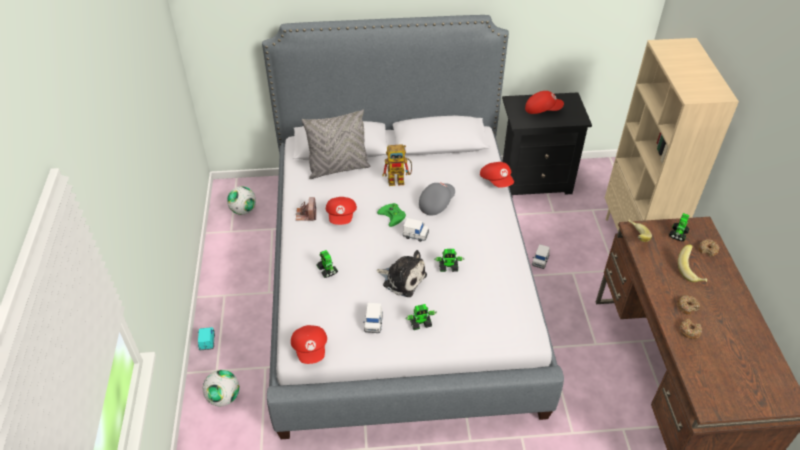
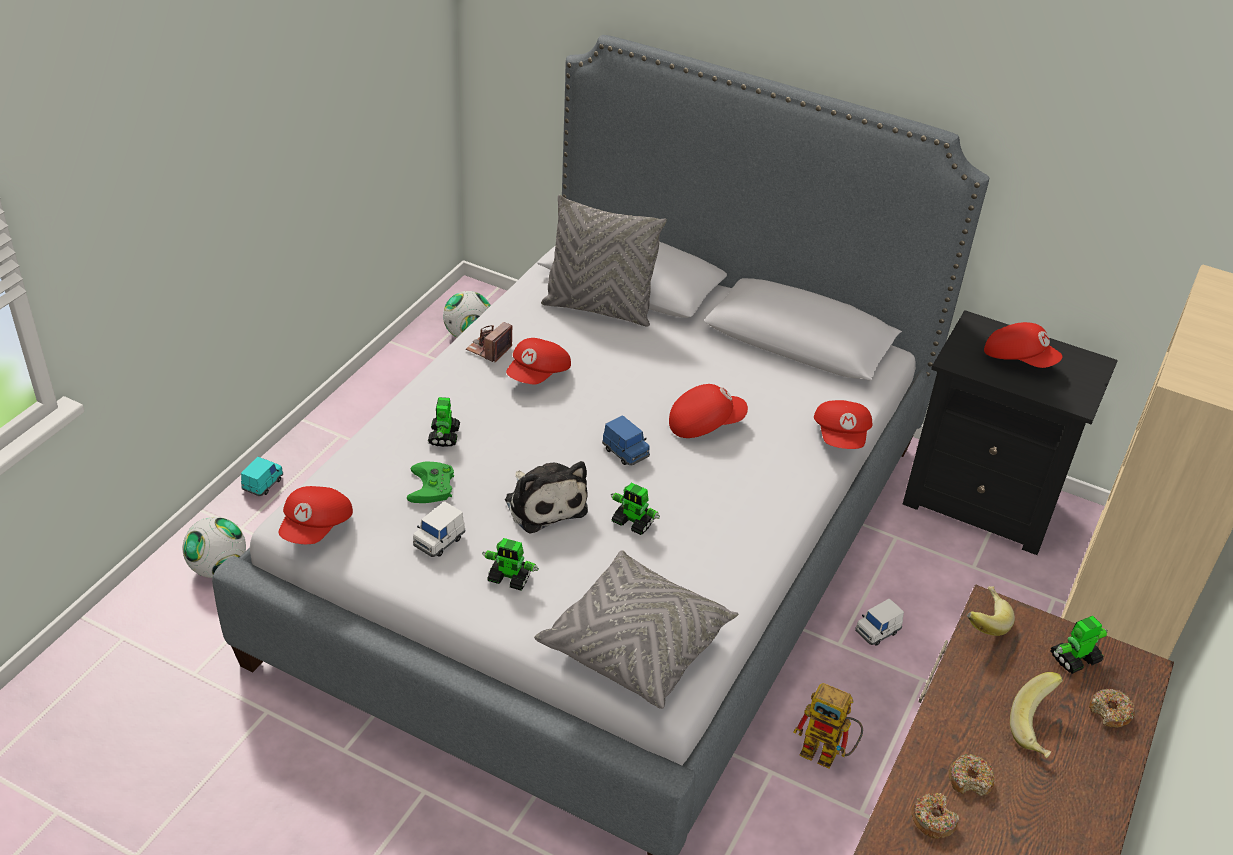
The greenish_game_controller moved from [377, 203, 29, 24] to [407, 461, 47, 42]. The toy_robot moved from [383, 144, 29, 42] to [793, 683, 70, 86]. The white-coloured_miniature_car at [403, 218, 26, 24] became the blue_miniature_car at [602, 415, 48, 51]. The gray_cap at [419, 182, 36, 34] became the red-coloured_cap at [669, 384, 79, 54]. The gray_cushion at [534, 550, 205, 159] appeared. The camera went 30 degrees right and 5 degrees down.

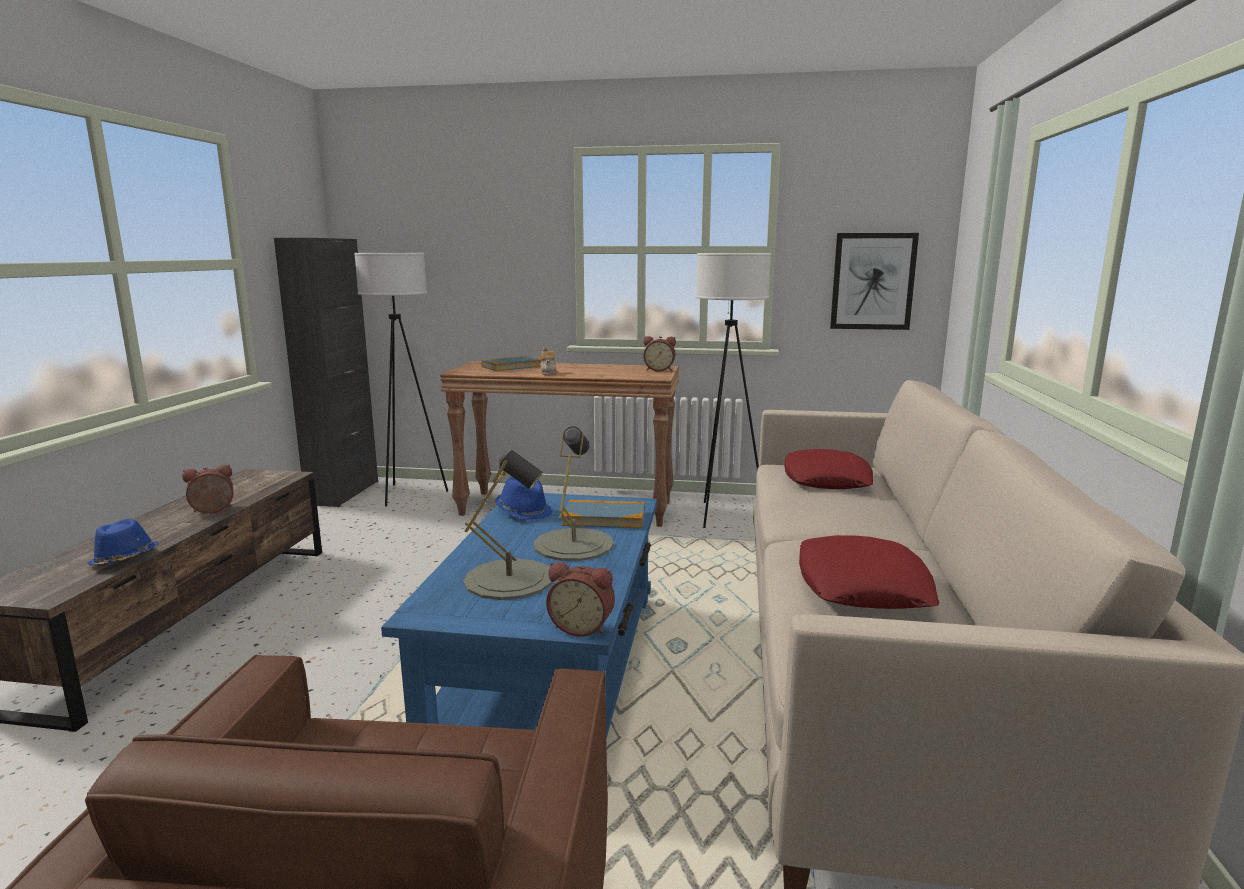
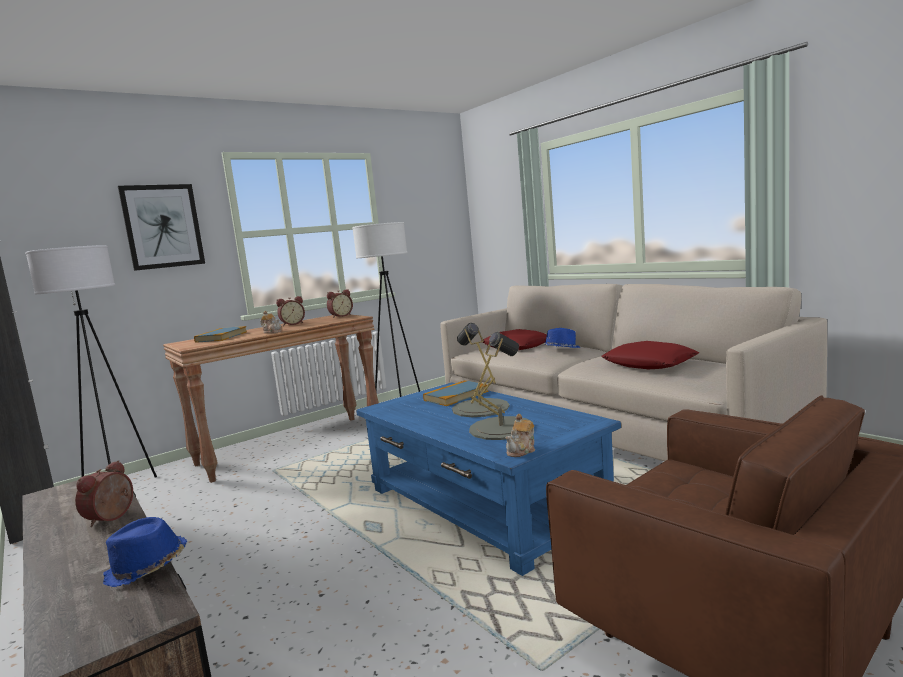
The blue_hat moved from [496, 477, 56, 43] to [543, 328, 37, 20]. The bedside_clock moved from [546, 562, 69, 75] to [276, 296, 29, 30]. The wall_art moved from [830, 233, 89, 97] to [118, 184, 87, 87]. The teapot at [505, 414, 30, 43] appeared. The camera went 45 degrees left and 5 degrees down.

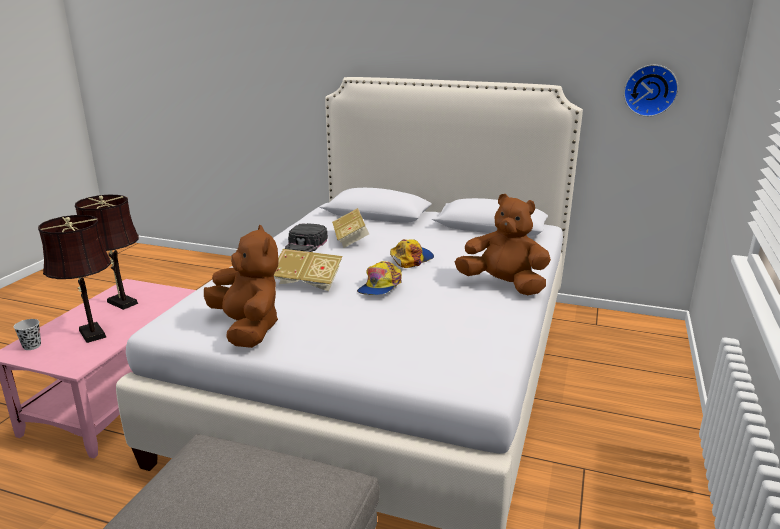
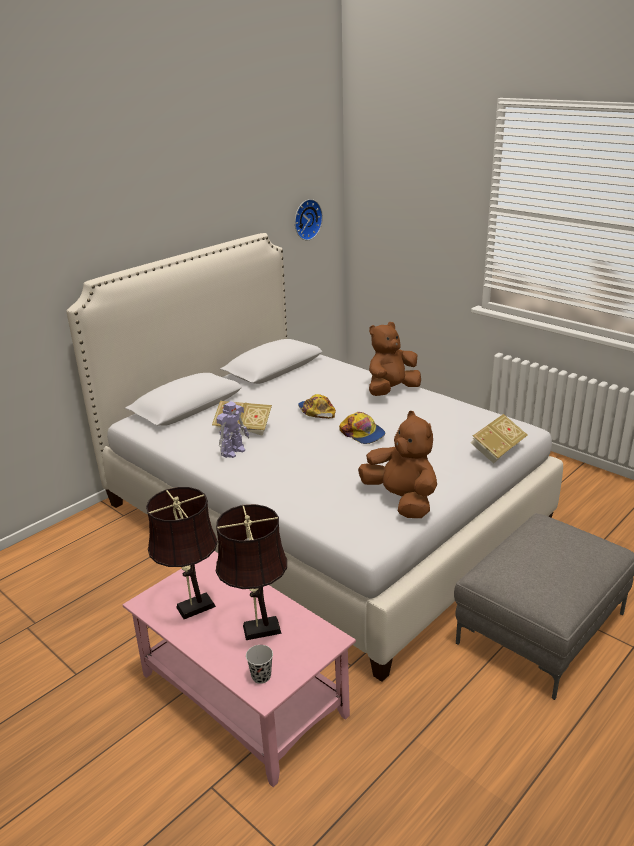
The brown-coloured_plush_toy at [204, 225, 75, 123] turned 60 degrees clockwise. The volume moved from [274, 249, 69, 42] to [470, 414, 57, 50]. The blackish_cap at [285, 223, 43, 29] was replaced by the toy_robot at [216, 401, 33, 57]. The camera went 65 degrees left and 5 degrees up.

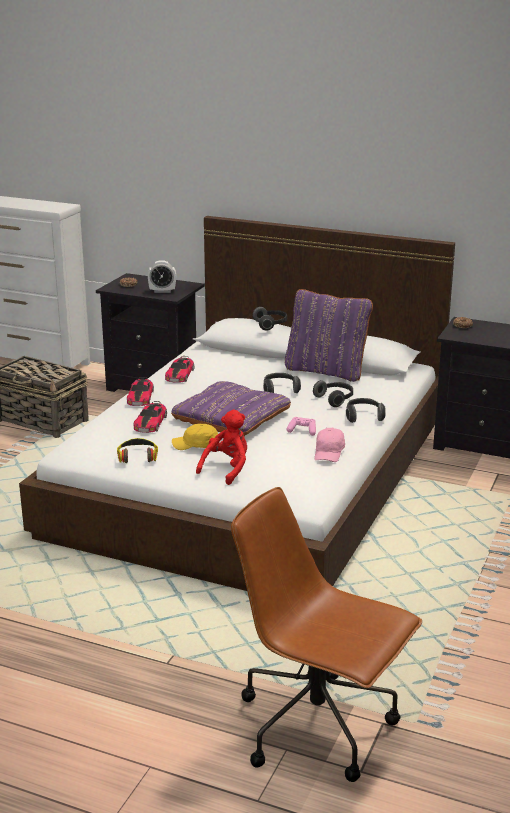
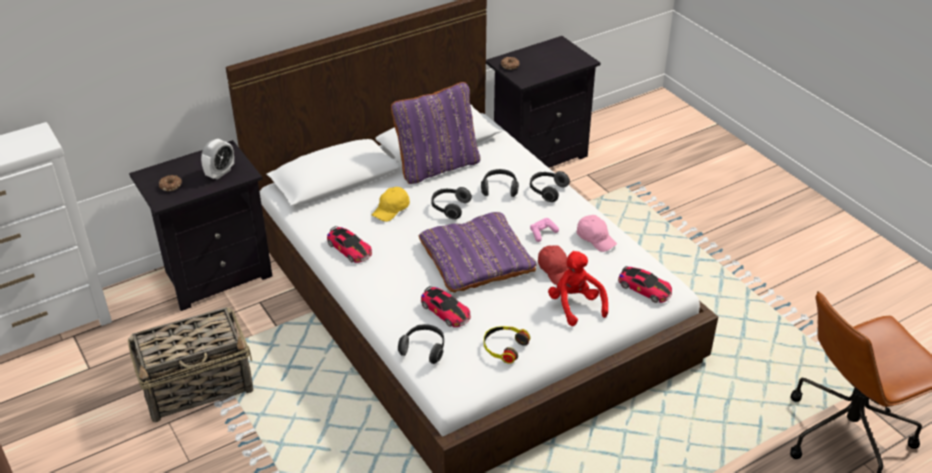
The miniature_car moved from [127, 377, 27, 29] to [618, 266, 54, 37]. The yellow-coloured_cap moved from [172, 424, 46, 26] to [372, 187, 38, 35]. The headset moved from [252, 307, 35, 24] to [398, 324, 46, 40]. The red-coloured_cap at [538, 245, 30, 40] appeared. The camera went 55 degrees left and 15 degrees up.

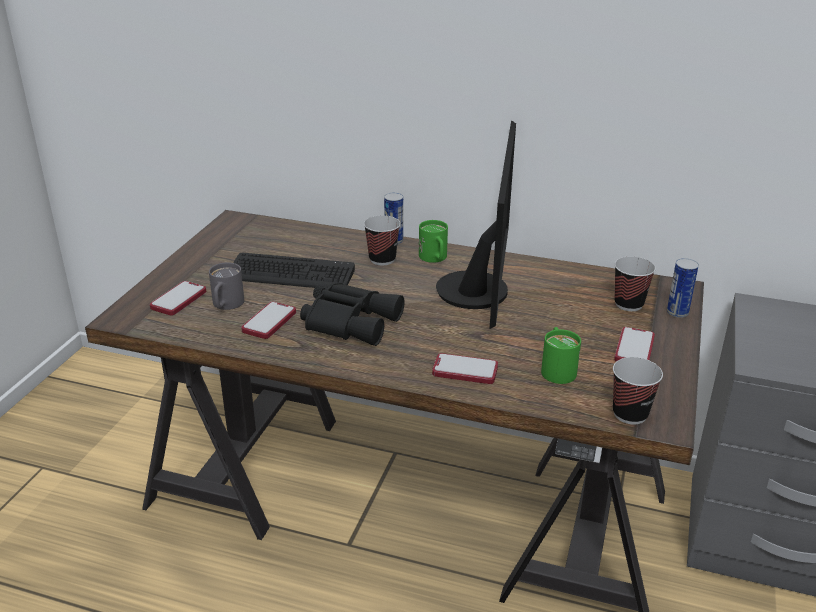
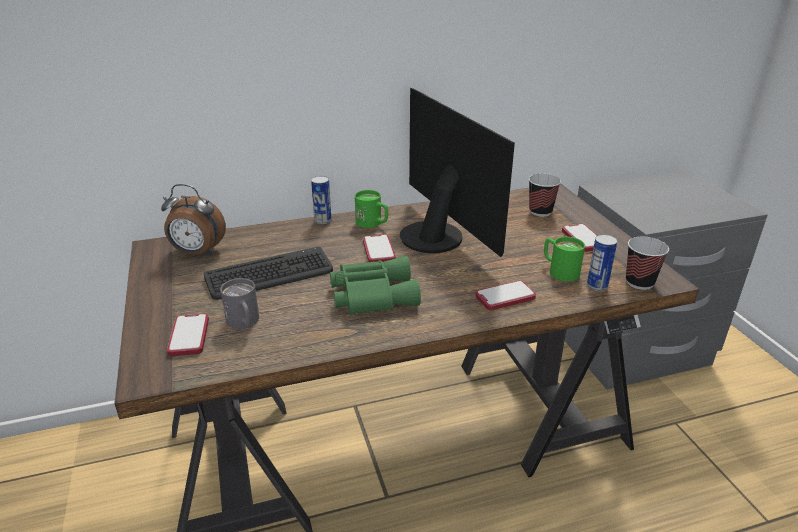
The telephone moved from [241, 302, 55, 37] to [363, 235, 33, 27]. The blackish_pair_of_binoculars at [300, 283, 105, 63] became the greenish_pair_of_binoculars at [330, 256, 91, 59]. The drinking_cup at [364, 215, 37, 50] disappeared. The can moved from [667, 258, 32, 60] to [587, 234, 31, 57]. The bedside_clock at [161, 184, 65, 72] appeared. The camera went 35 degrees left and 0 degrees up.

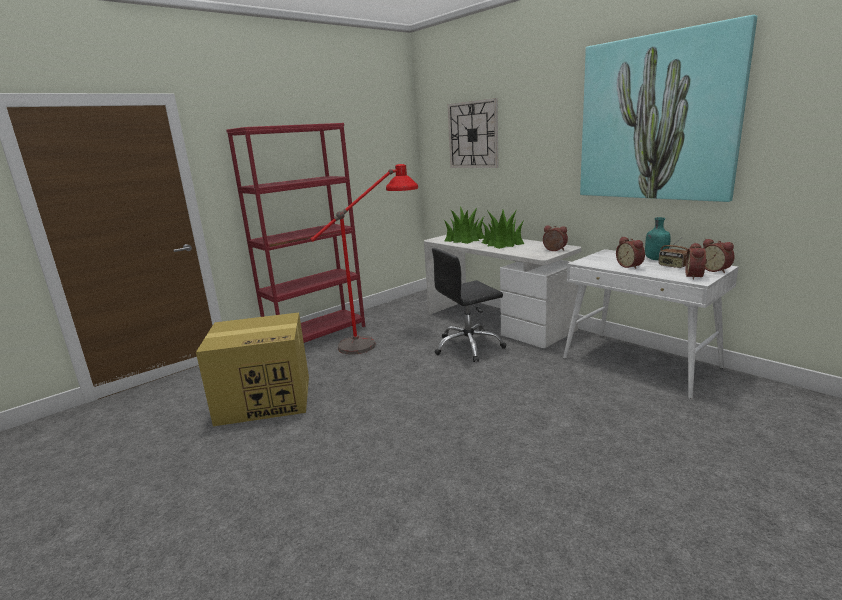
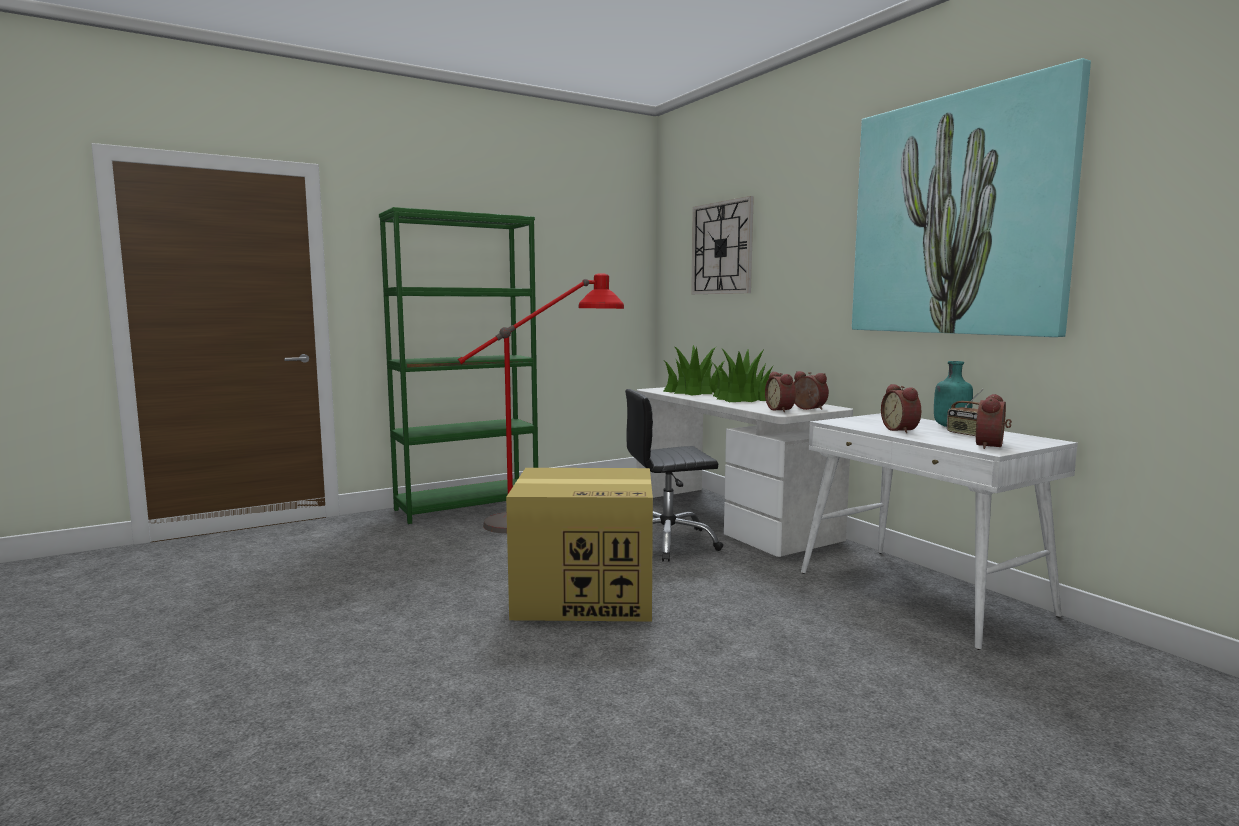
The cardboard_box moved from [196, 312, 113, 114] to [506, 468, 147, 153]. The red-coloured_shelving_unit at [226, 123, 139, 220] became the greenish_shelving_unit at [379, 207, 159, 317]. The bedside_clock moved from [703, 239, 32, 34] to [765, 372, 31, 40]. The camera went 10 degrees right and 10 degrees down.

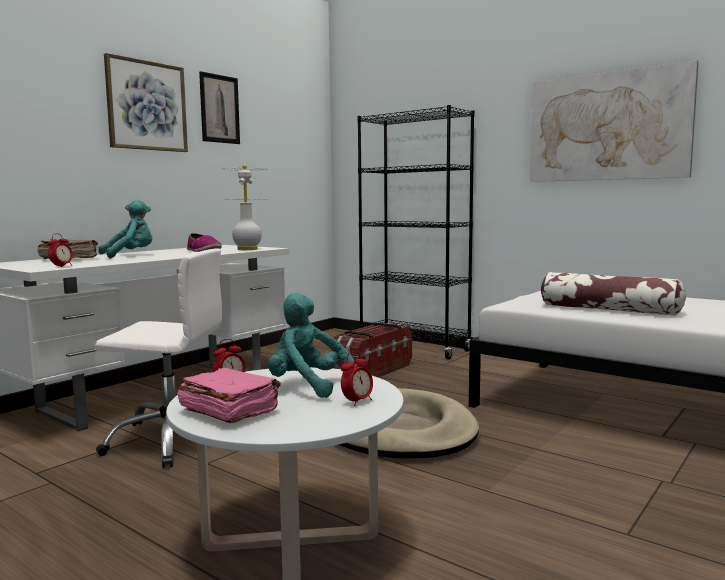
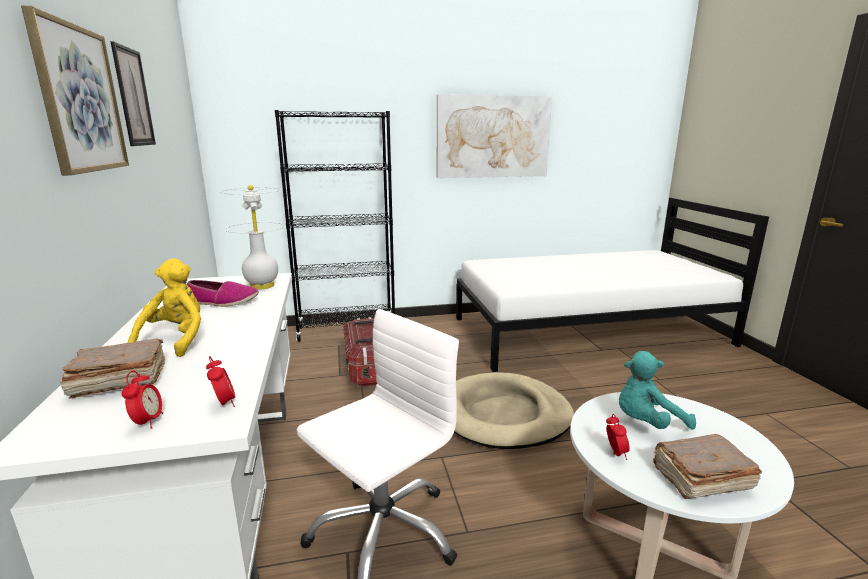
The blue-green_plush_toy at [98, 200, 54, 59] became the yellow-coloured_plush_toy at [128, 258, 73, 99]. The pink_volume at [177, 368, 104, 55] became the brown-coloured_volume at [653, 434, 109, 65]. The bedside_clock moved from [341, 351, 32, 55] to [122, 370, 41, 59]. The cushion at [541, 272, 145, 44] disappeared. The camera went 50 degrees left and 10 degrees up.

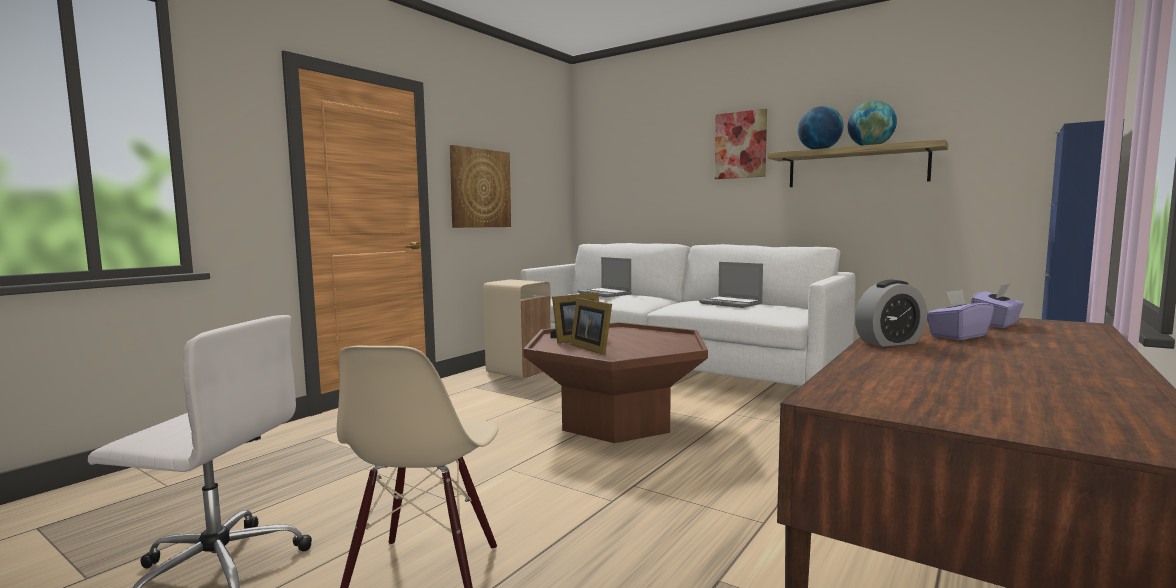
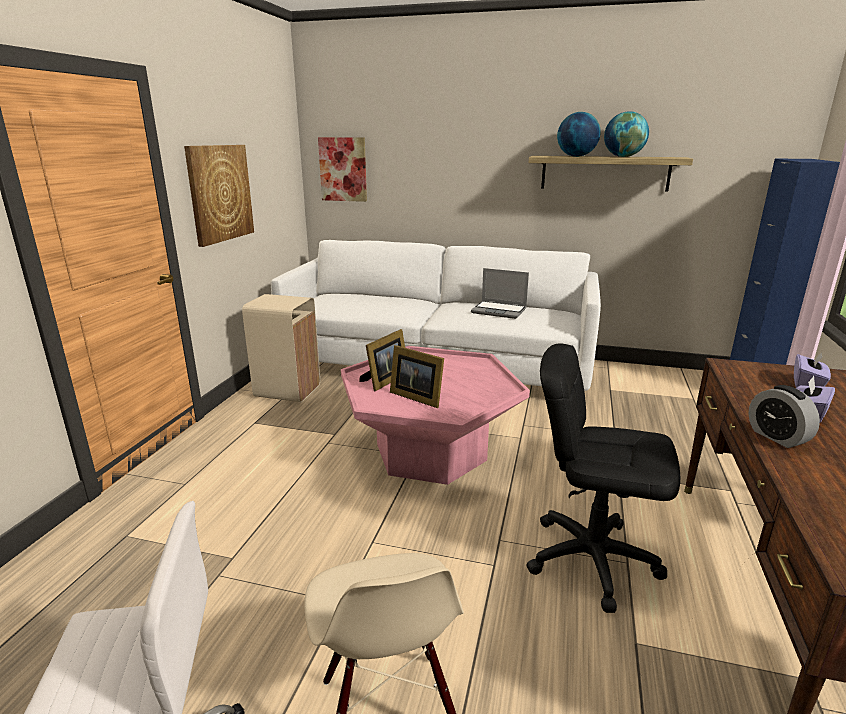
The brown-coloured_lounge_table at [523, 322, 185, 121] became the pink_lounge_table at [341, 346, 189, 139]. The portable_computer at [578, 257, 54, 40] disappeared. The wall_art moved from [715, 109, 52, 70] to [318, 137, 49, 65]. The bedside_clock at [855, 280, 72, 67] turned 105 degrees clockwise. The blackish_computer_chair at [526, 343, 154, 270] appeared. The camera went 20 degrees left and 15 degrees up.

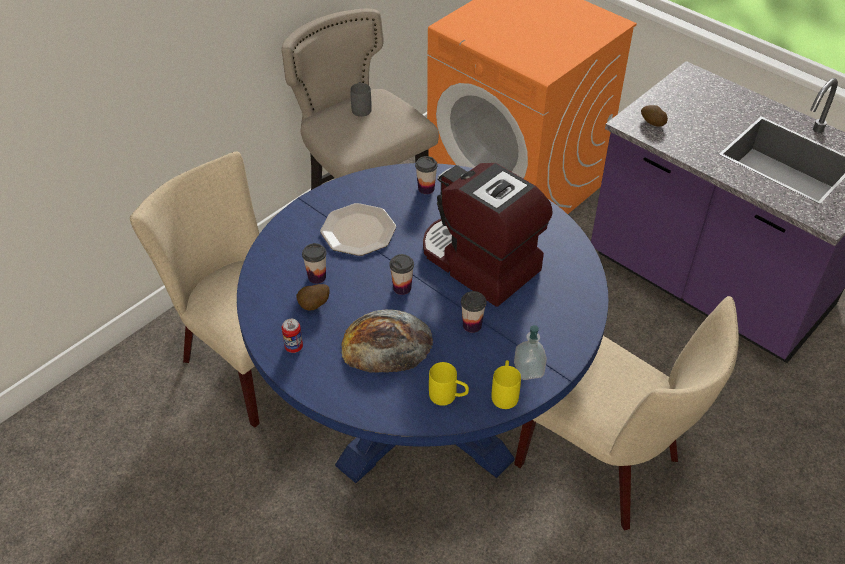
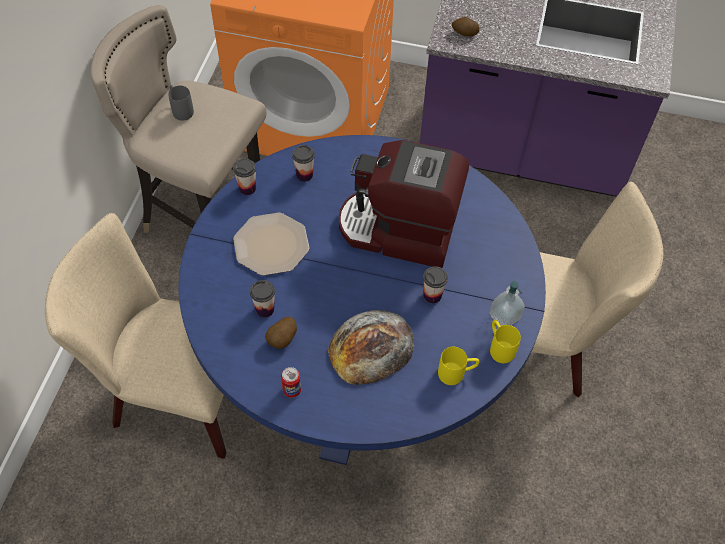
The drinking_cup moved from [389, 254, 25, 41] to [233, 158, 23, 37]. The camera went 30 degrees left and 10 degrees up.

